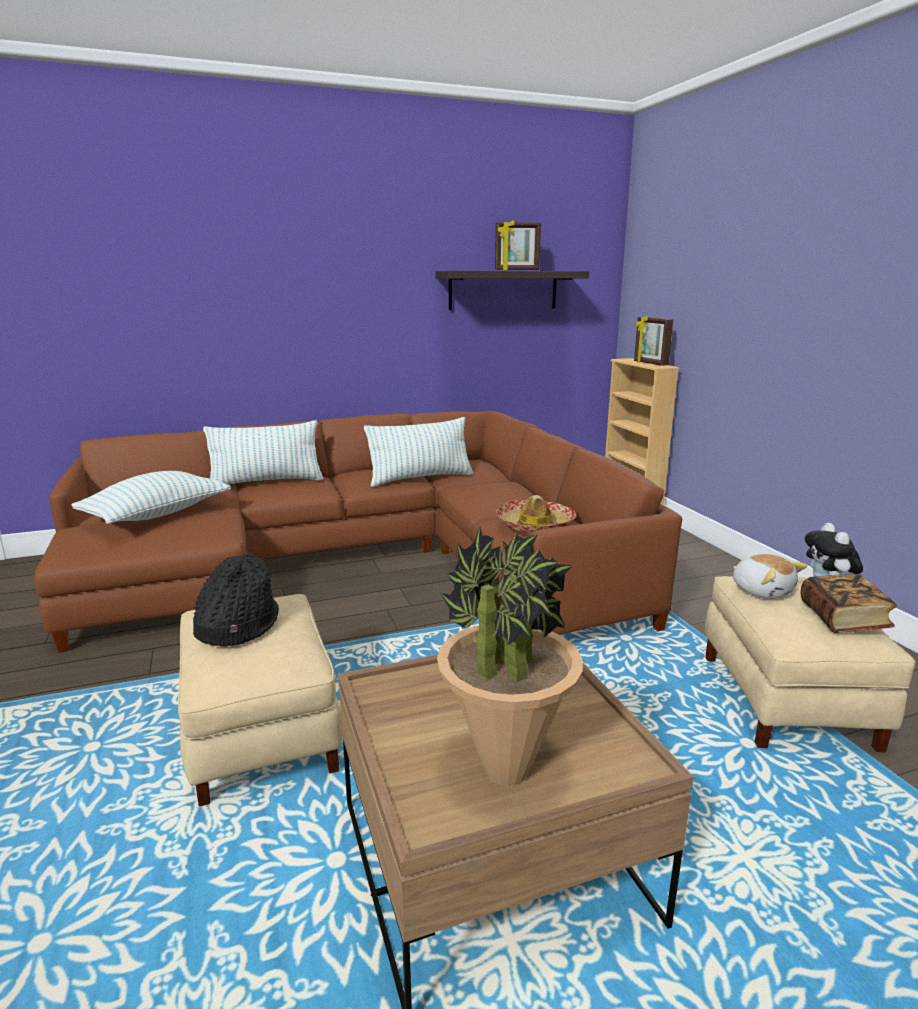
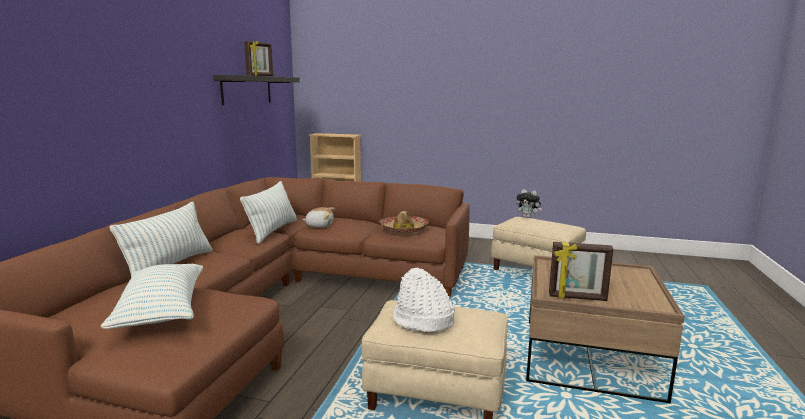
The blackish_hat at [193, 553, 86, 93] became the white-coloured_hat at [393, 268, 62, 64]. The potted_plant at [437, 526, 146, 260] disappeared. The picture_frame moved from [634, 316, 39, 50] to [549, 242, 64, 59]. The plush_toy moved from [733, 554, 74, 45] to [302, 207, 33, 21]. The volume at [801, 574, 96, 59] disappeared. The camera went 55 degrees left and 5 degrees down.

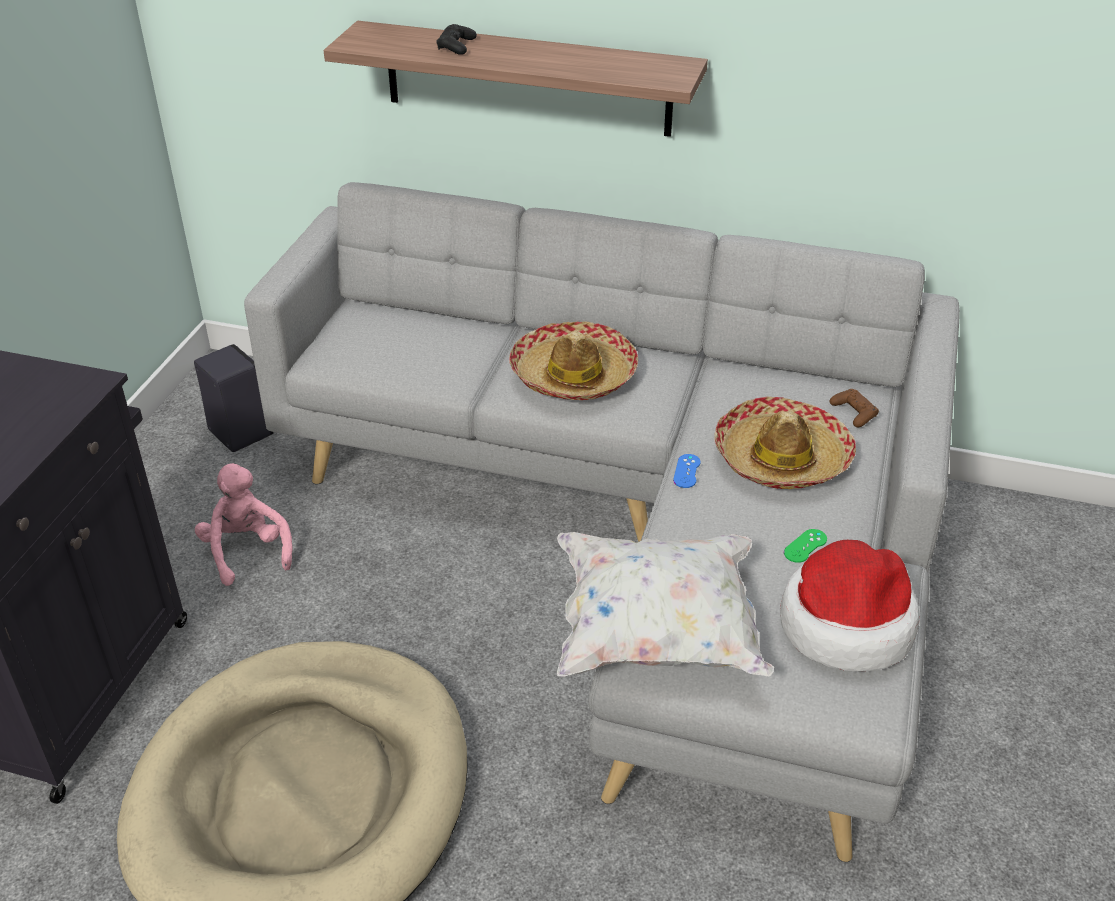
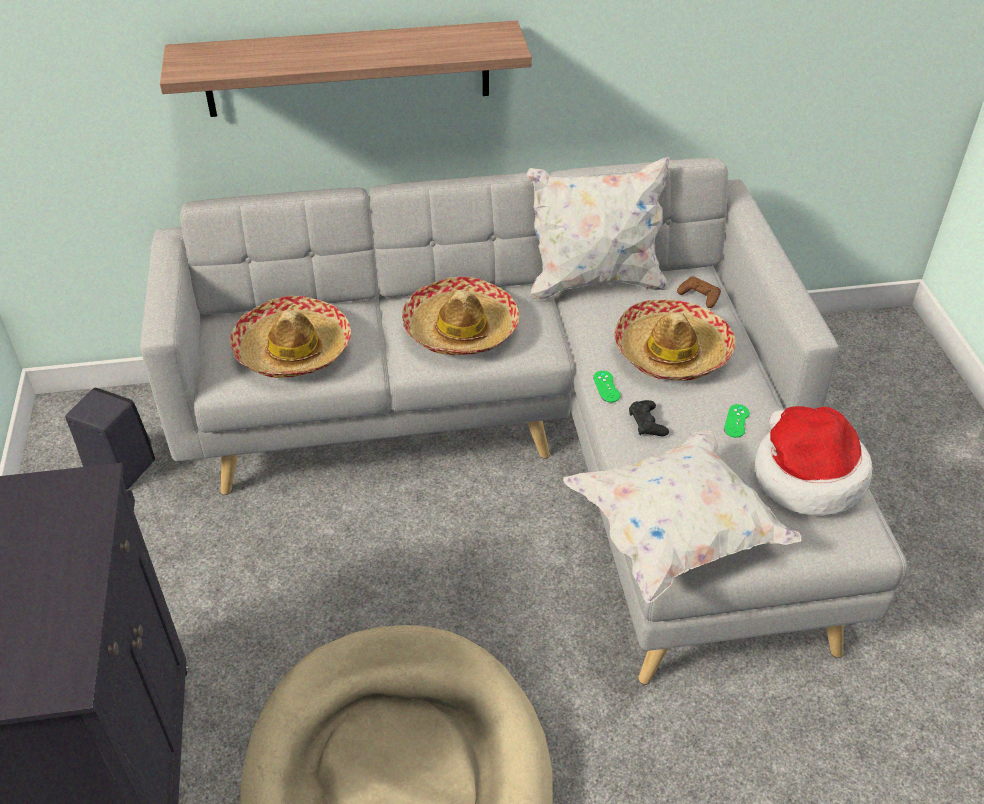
The pink_plush_toy at [195, 463, 97, 123] disappeared. The blackish_game_controller moved from [436, 24, 41, 31] to [629, 400, 40, 36]. The blue_game_controller at [673, 454, 28, 34] became the greenish_game_controller at [593, 371, 28, 31]. The hat at [230, 296, 121, 82] appeared. The white-coloured_cushion at [526, 157, 144, 143] appeared. The camera went 25 degrees left and 5 degrees up.

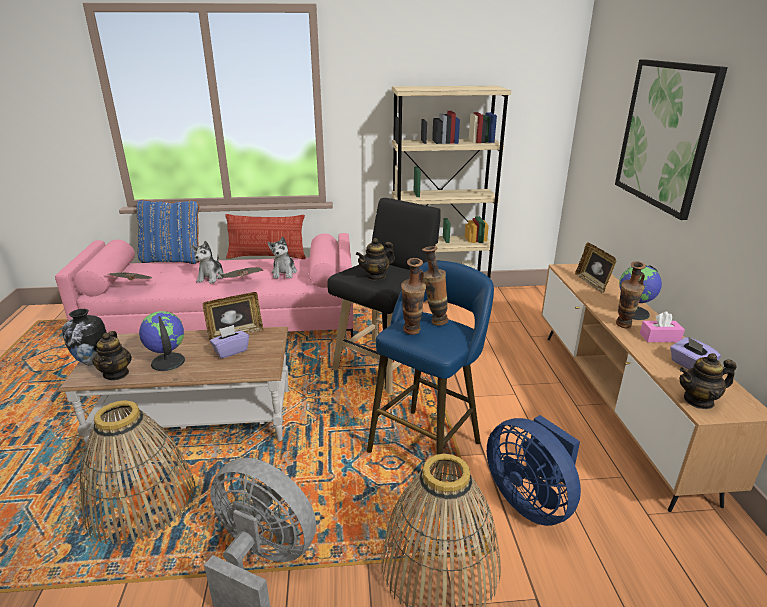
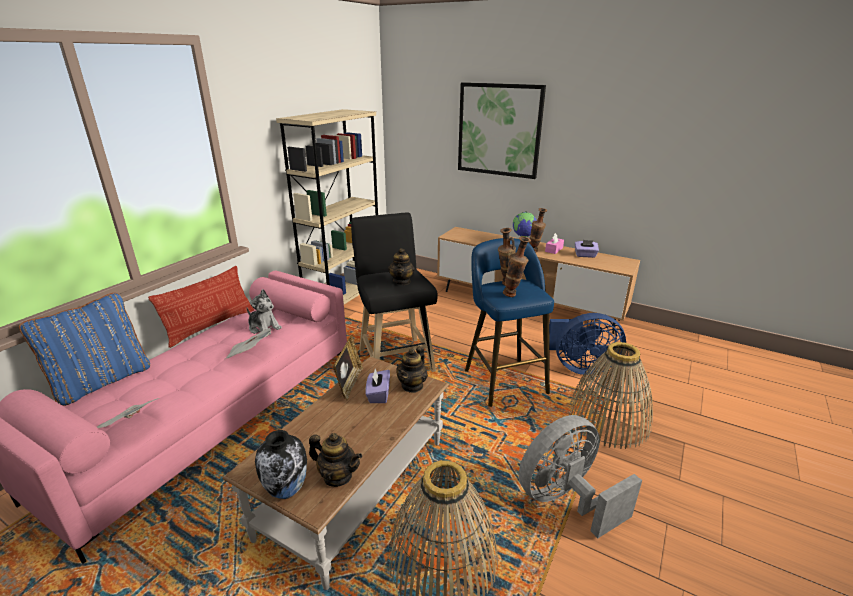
The globe at [139, 311, 46, 60] disappeared. The plush_toy at [191, 241, 33, 43] disappeared. The picture_frame at [575, 242, 41, 52] disappeared. The teapot moved from [679, 353, 57, 56] to [397, 346, 31, 47]. The camera went 55 degrees left and 0 degrees up.

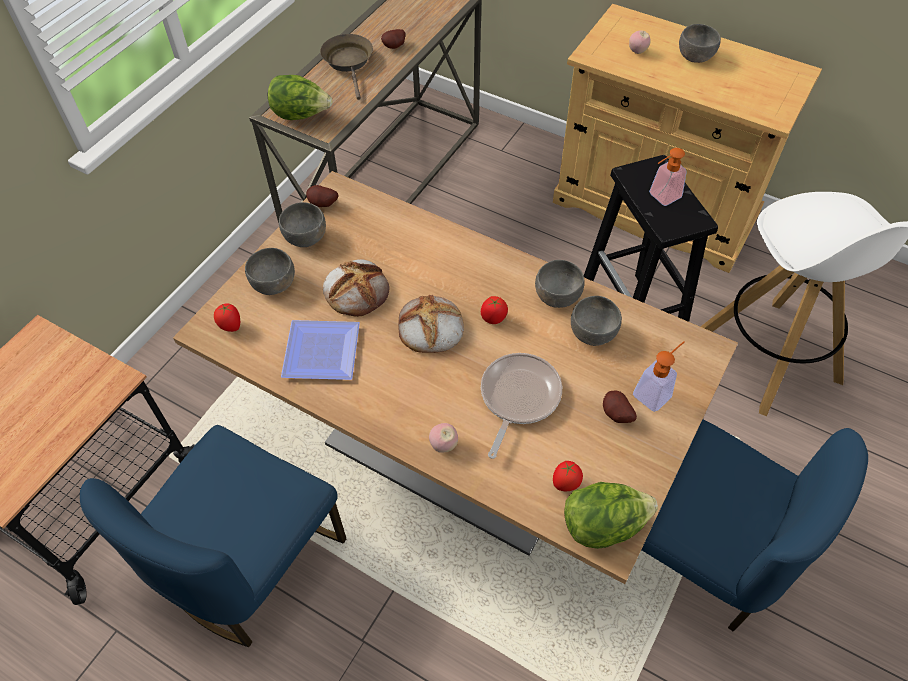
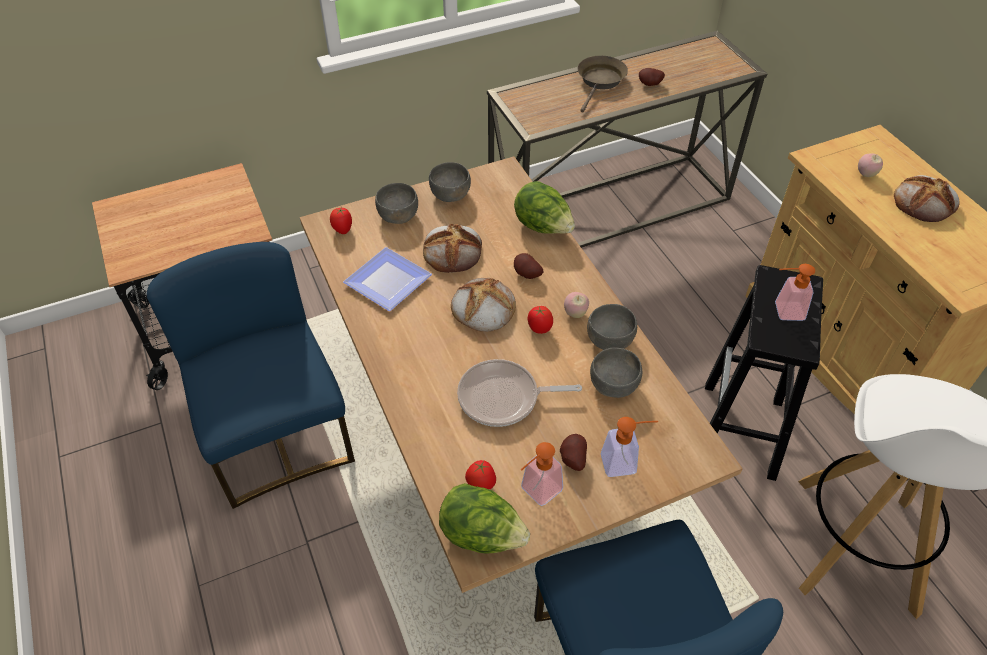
The blue_upright_chair at [80, 425, 266, 222] turned 90 degrees clockwise. The head_of_lettuce moved from [268, 75, 64, 45] to [514, 181, 61, 53]. The potato moved from [306, 185, 32, 22] to [514, 253, 29, 26]. The apple moved from [429, 423, 29, 29] to [564, 292, 25, 26]. The skillet at [481, 353, 81, 106] turned 150 degrees counterclockwise. The gray_serving_bowl at [679, 24, 42, 39] was replaced by the bread at [894, 175, 66, 47]. The soap_bottle at [521, 442, 42, 64] appeared. The camera went 35 degrees right and 5 degrees down.

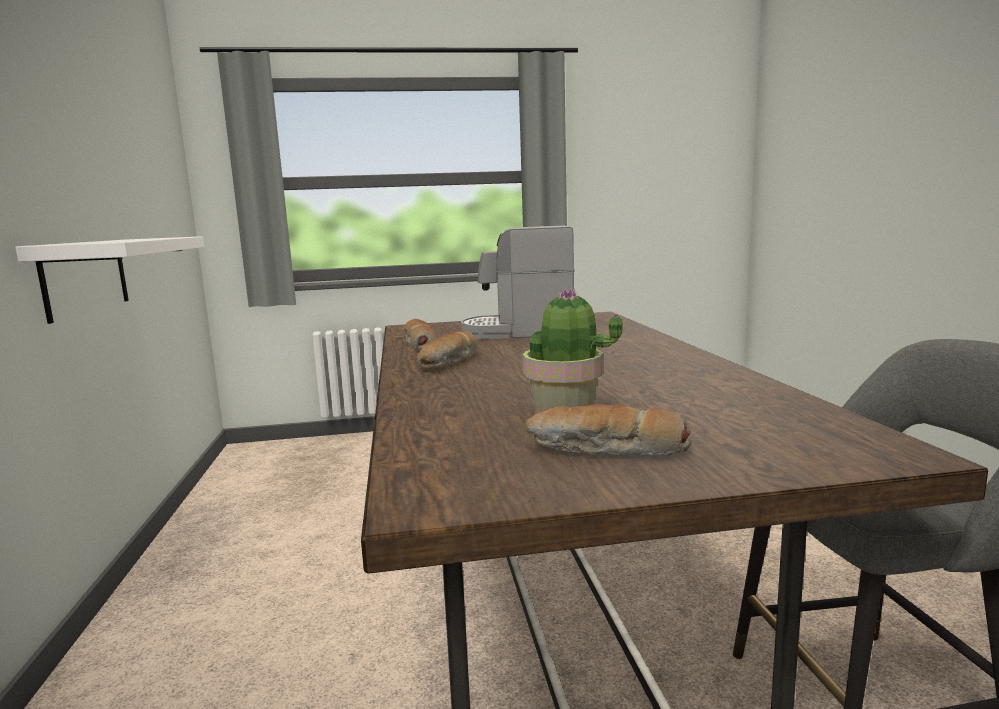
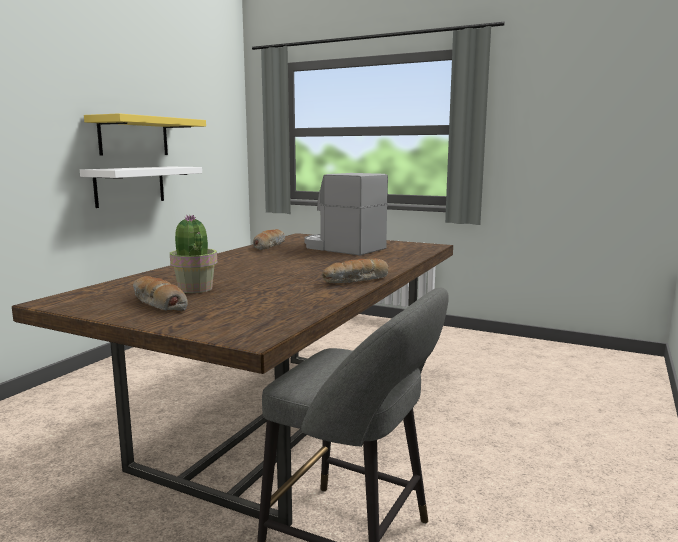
The bread moved from [417, 331, 61, 39] to [322, 258, 66, 26]. The yellow-coloured_bracket_shelf at [84, 113, 122, 43] appeared. The camera went 35 degrees right and 0 degrees up.

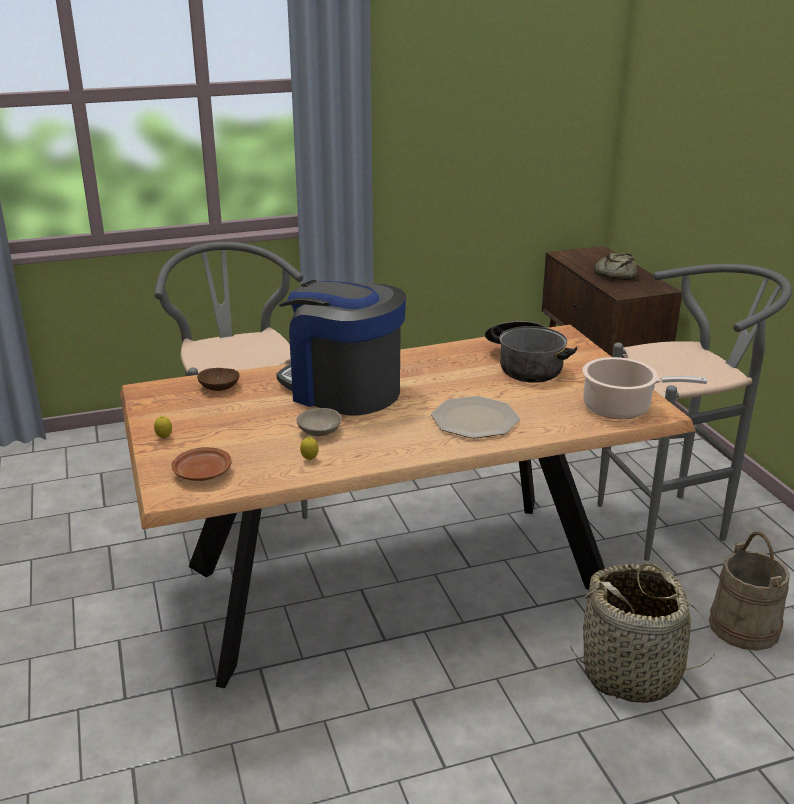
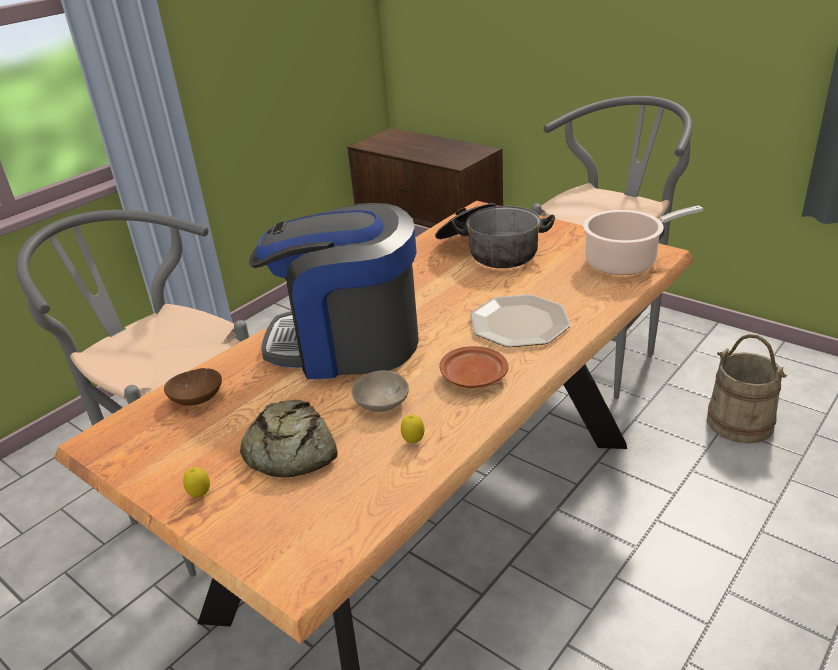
The brown-coloured_plate moved from [171, 447, 61, 34] to [439, 346, 70, 42]. The storage_basket at [570, 563, 146, 140] disappeared. The bread moved from [594, 253, 43, 27] to [240, 400, 97, 77]. The camera went 30 degrees left and 5 degrees up.

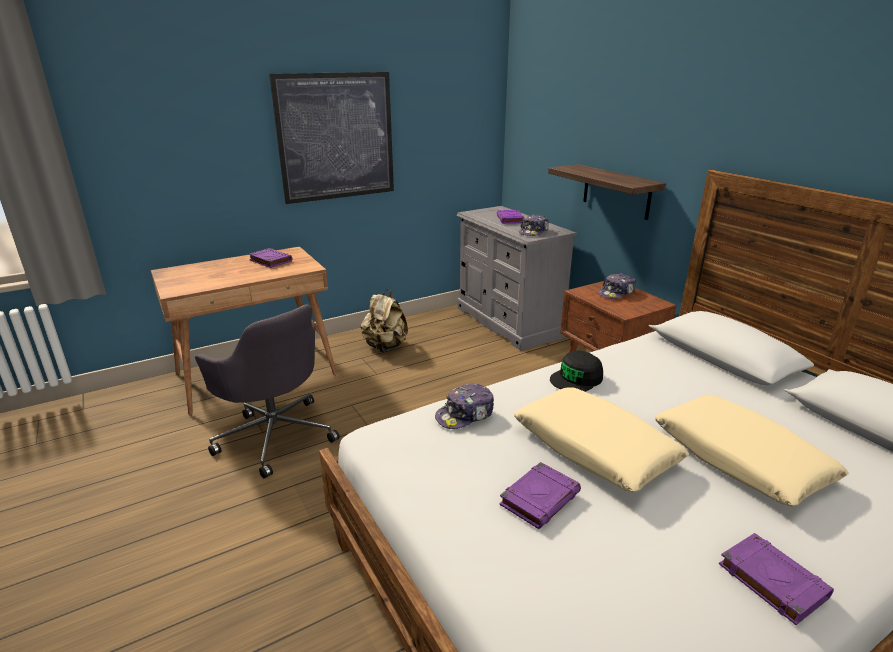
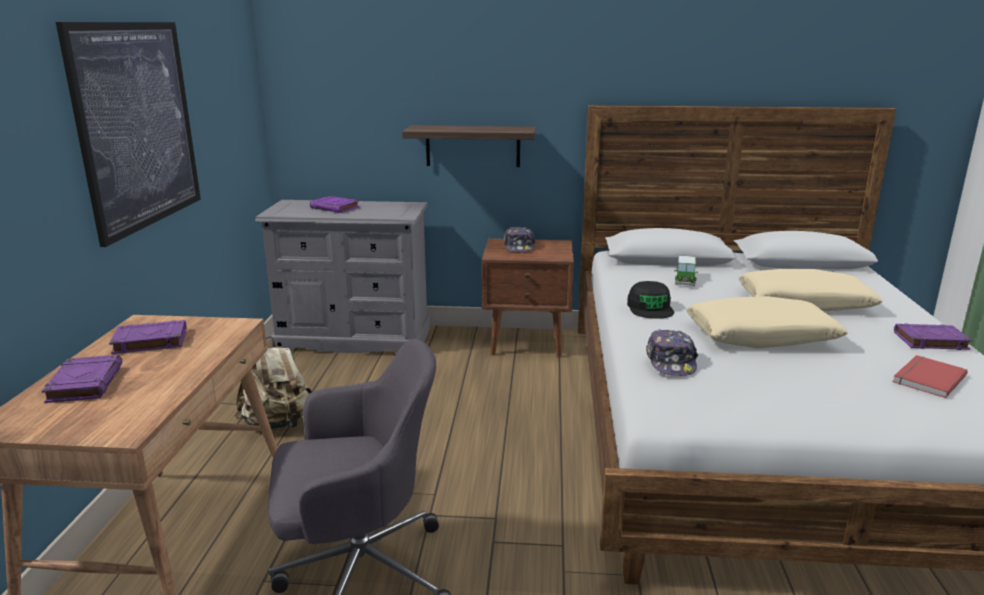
The purple-coloured_volume moved from [499, 462, 82, 67] to [42, 355, 80, 48]. The cap at [519, 214, 30, 22] disappeared. The miniature_car at [674, 255, 24, 31] appeared. The red-coloured_volume at [893, 355, 75, 43] appeared. The camera went 55 degrees left and 5 degrees down.

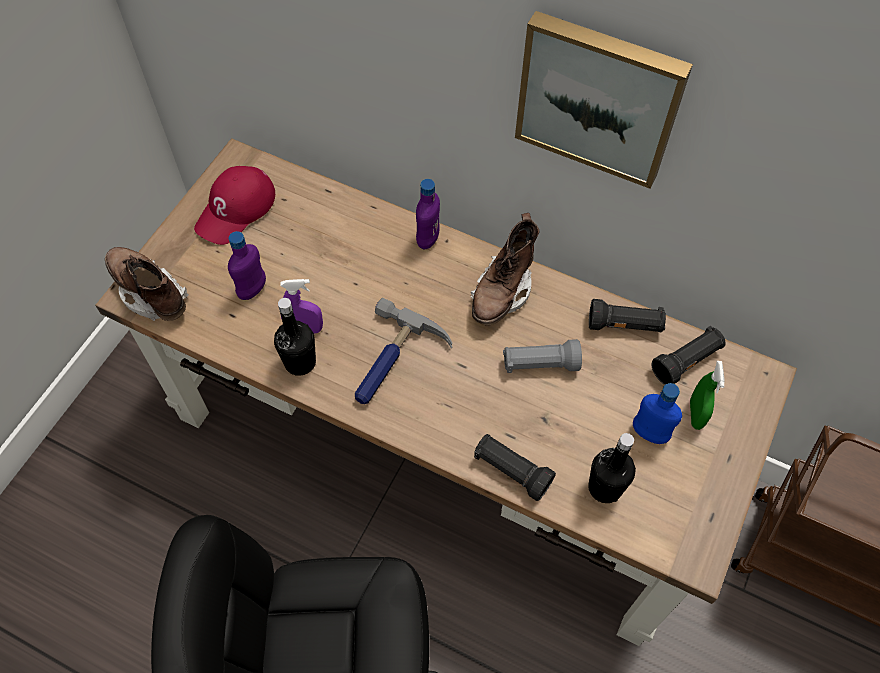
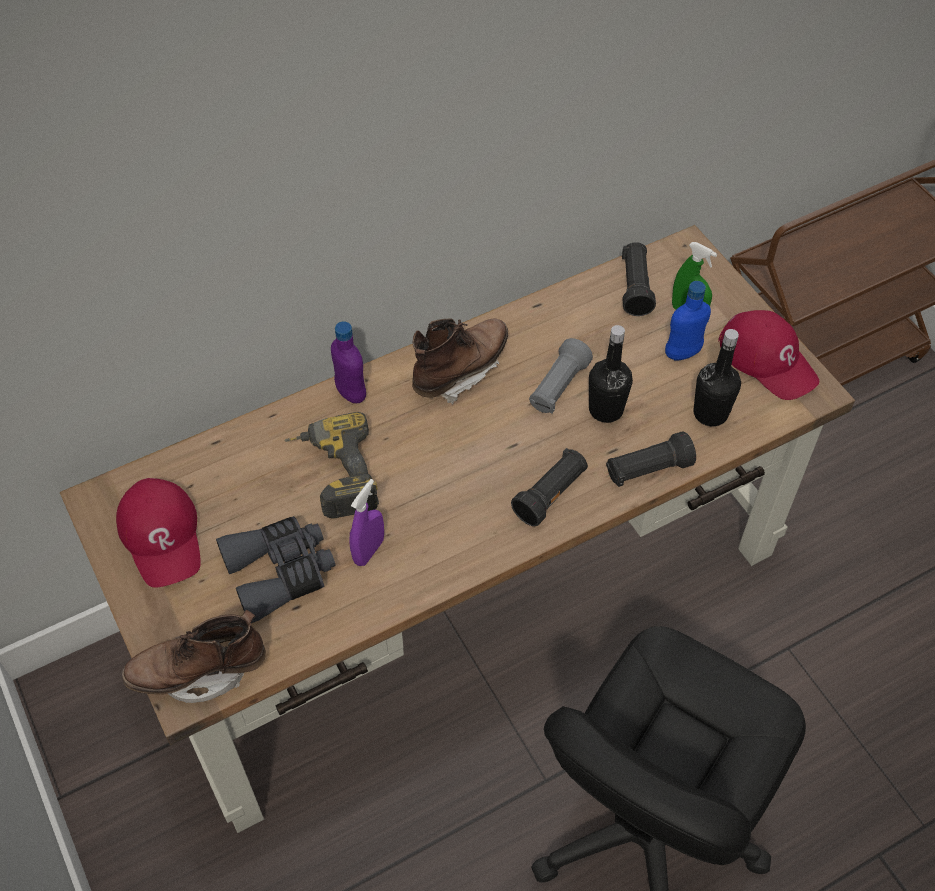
The purple-coloured_beverage_bottle at [228, 231, 38, 69] was replaced by the gray_pair_of_binoculars at [216, 516, 120, 107]. The blackish_beverage_bottle moved from [274, 298, 42, 78] to [589, 325, 44, 98]. The hand_hammer at [355, 298, 97, 106] disappeared. The brown-coloured_tall_boot at [471, 213, 69, 112] turned 105 degrees counterclockwise. The wall_art at [515, 11, 178, 178] disappeared. The blackish_torch moved from [589, 299, 77, 34] to [511, 448, 77, 78]. The electric_drill at [284, 412, 95, 107] appeared. The red-coloured_cap at [718, 310, 101, 90] appeared. The camera went 55 degrees left and 5 degrees down.

